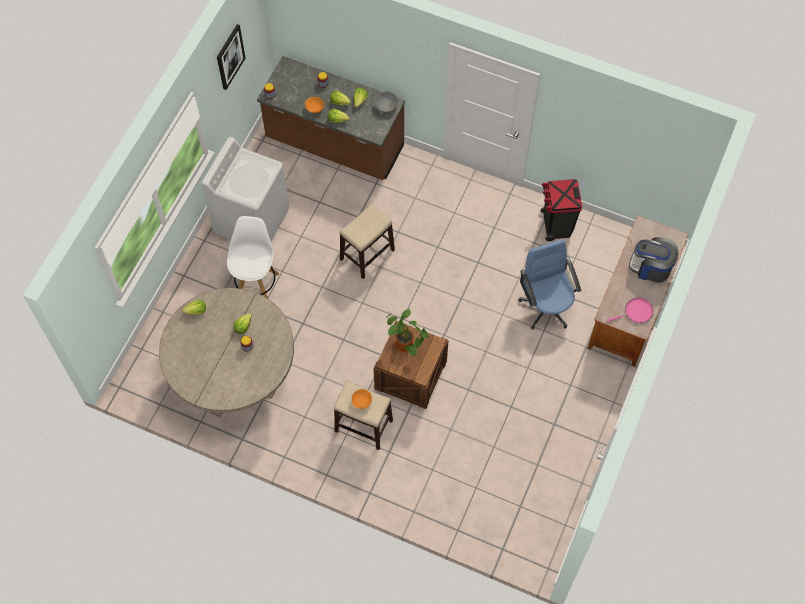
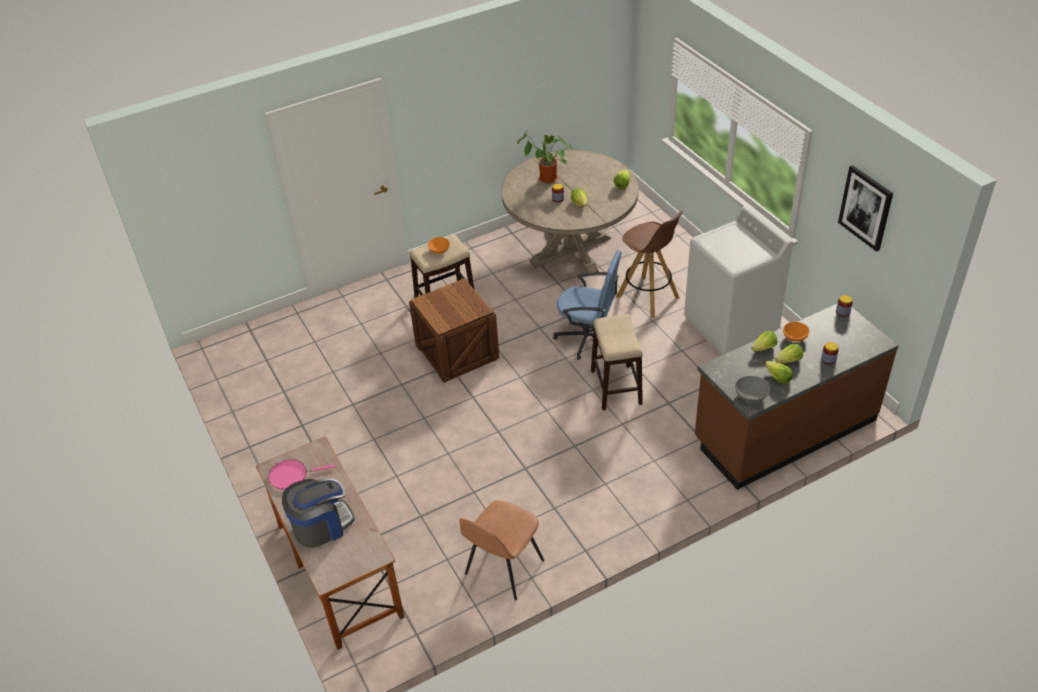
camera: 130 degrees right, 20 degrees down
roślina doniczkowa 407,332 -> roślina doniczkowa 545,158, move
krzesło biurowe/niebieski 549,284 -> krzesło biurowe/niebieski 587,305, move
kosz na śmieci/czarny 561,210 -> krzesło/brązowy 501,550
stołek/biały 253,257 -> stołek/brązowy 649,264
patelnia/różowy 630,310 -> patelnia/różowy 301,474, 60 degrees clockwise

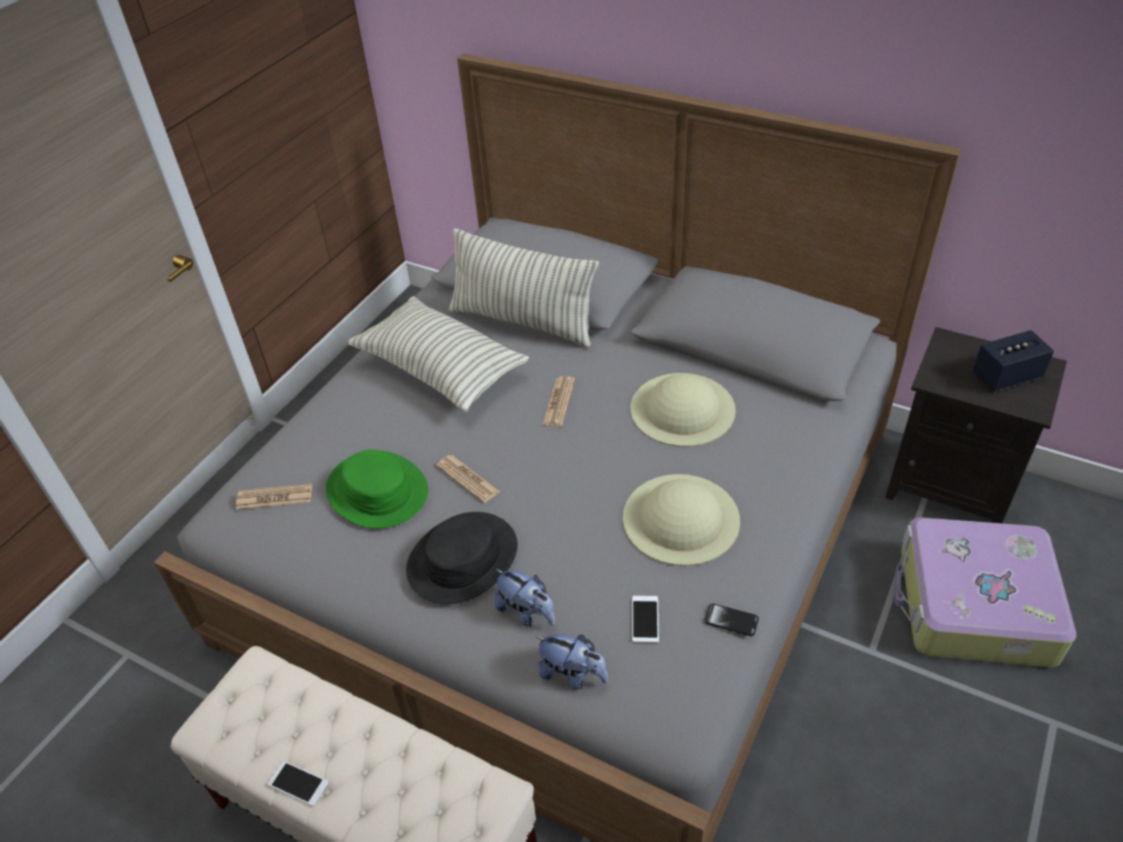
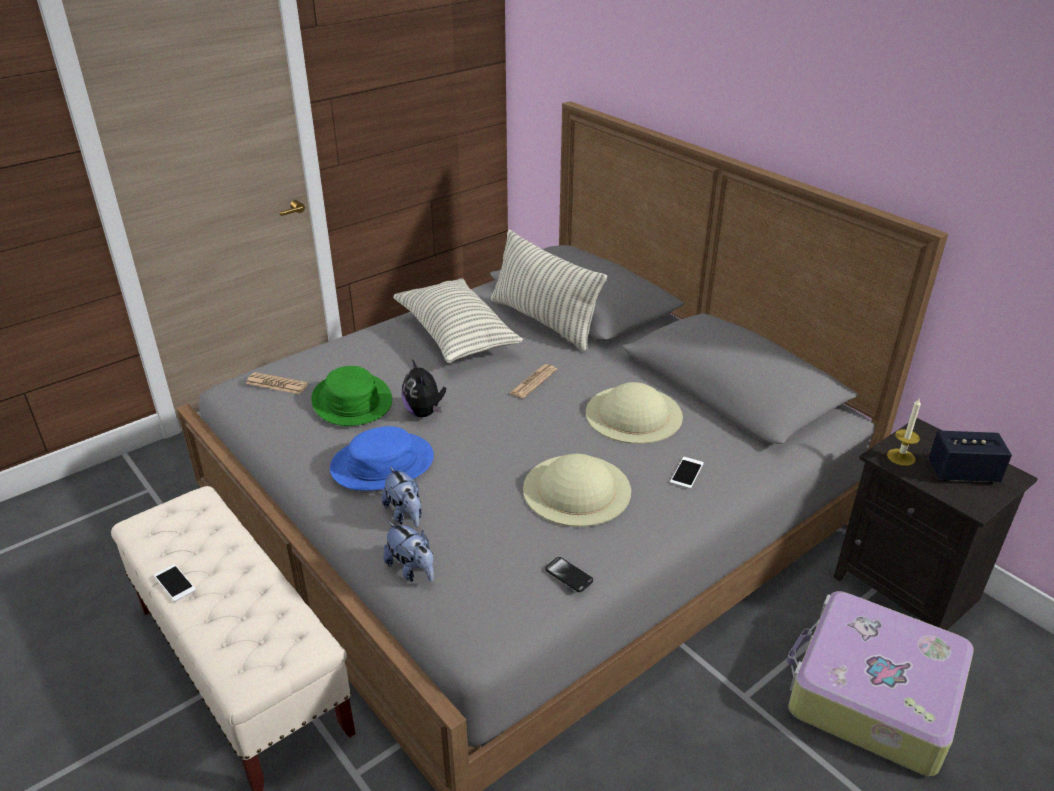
camera: 20 degrees right, 10 degrees down
none -> świeca 904,432
telefon 645,619 -> telefon 687,473, move
gazeta 468,479 -> pluszak 424,388
kapelusz/czarny 462,558 -> kapelusz/niebieski 382,458

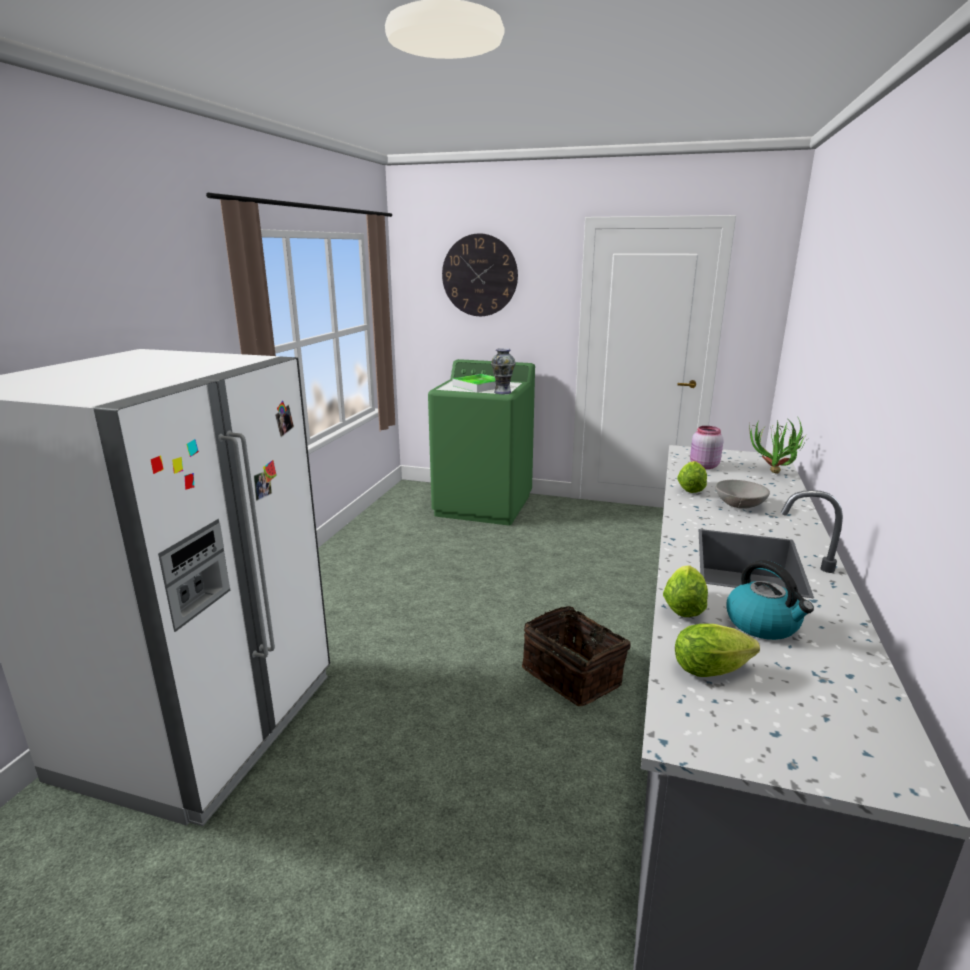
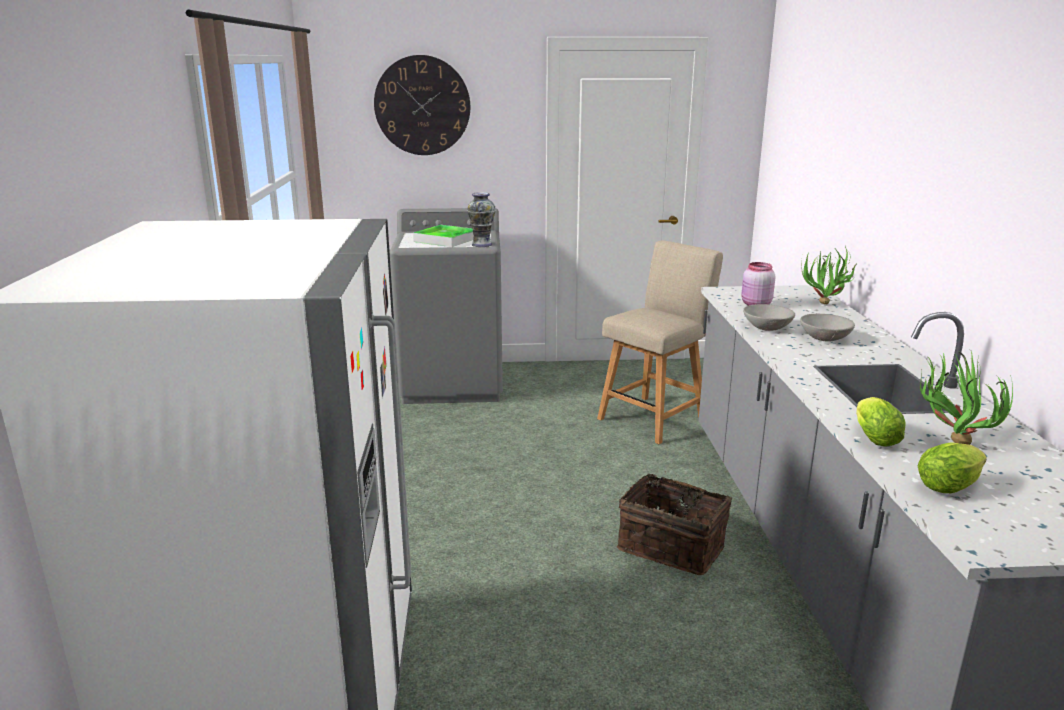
camera: 20 degrees left, 0 degrees up
none -> krzesło/beżowy 660,342
sałata 692,477 -> miska/szary 769,317
czajnik 770,600 -> roślina doniczkowa 966,398
pralka/zielony 481,442 -> pralka/szary 446,306

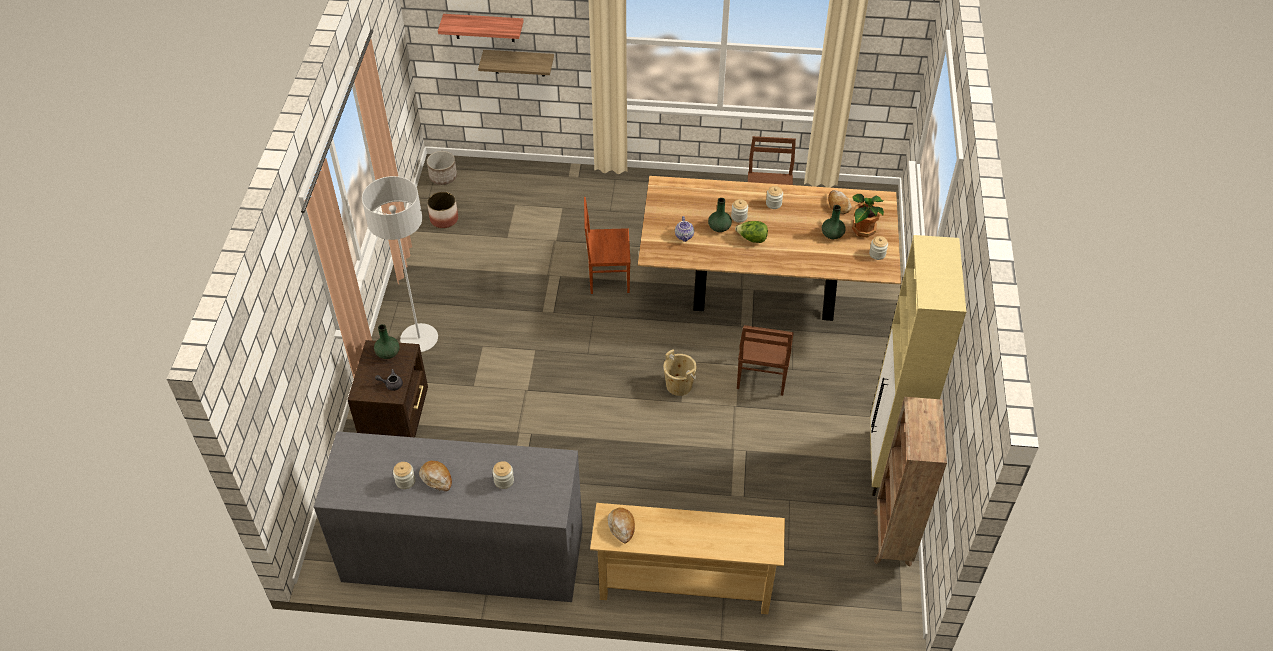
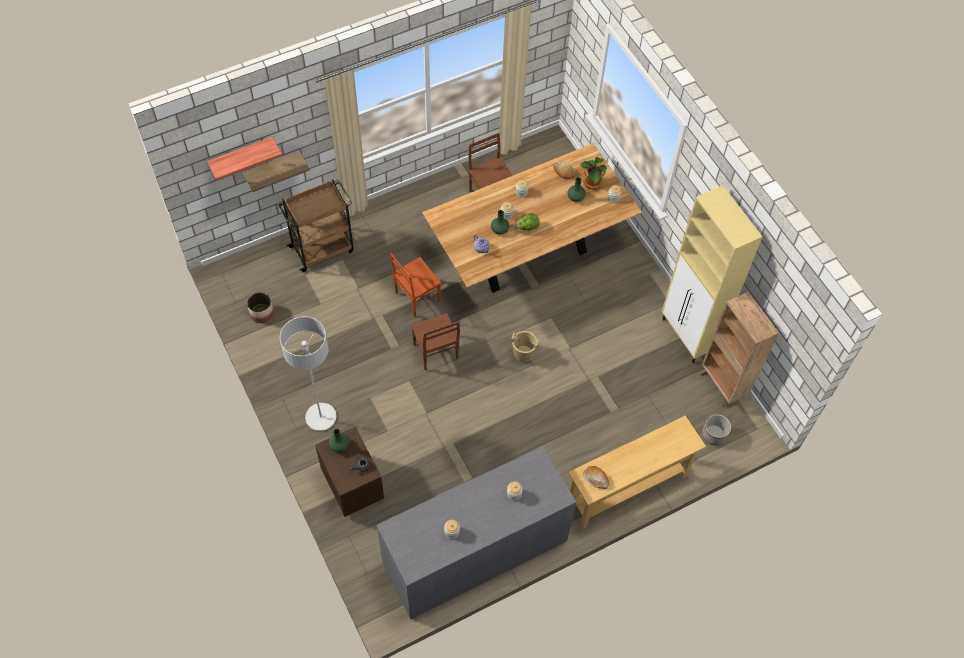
camera: 35 degrees left, 10 degrees up
chleb 435,476 -> none
none -> wózek/brązowy 316,225
donica 442,168 -> donica 716,430, move
krzesło/brązowy 765,360 -> krzesło/brązowy 435,341, move

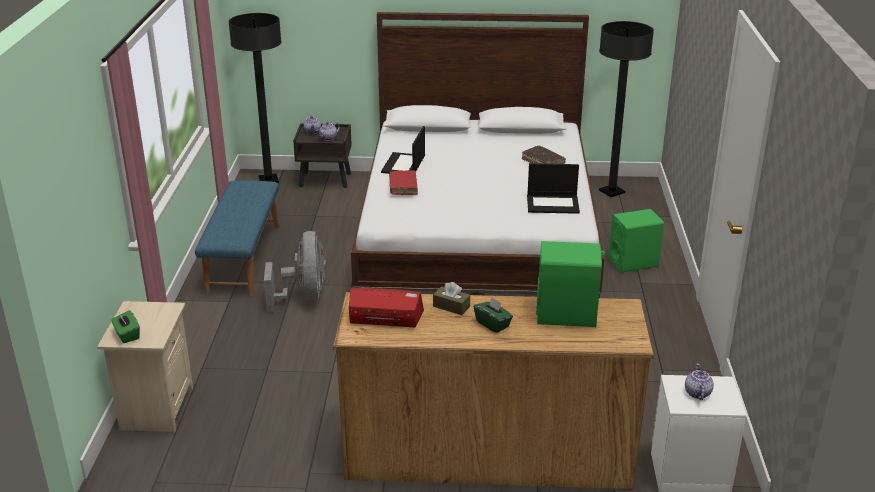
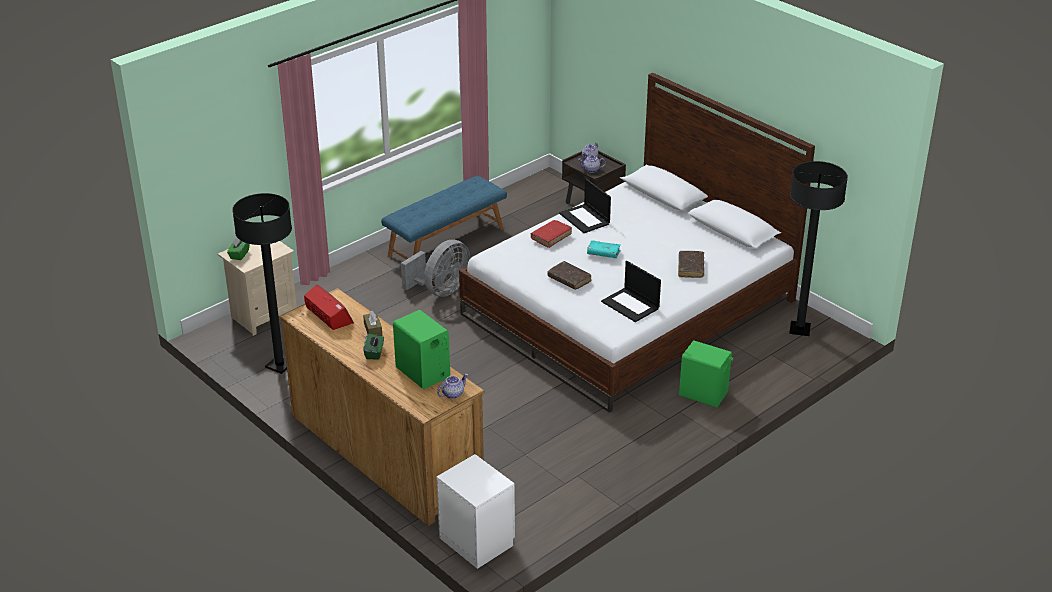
camera: 45 degrees right, 5 degrees up
none -> książka/brązowy 569,275
none -> książka/turkusowy 604,249
lampa stojąca/czarny 255,98 -> lampa stojąca/czarny 262,283, move
imbryk 699,381 -> imbryk 452,386, move
laptop 403,150 -> laptop 585,205, 90 degrees counterclockwise

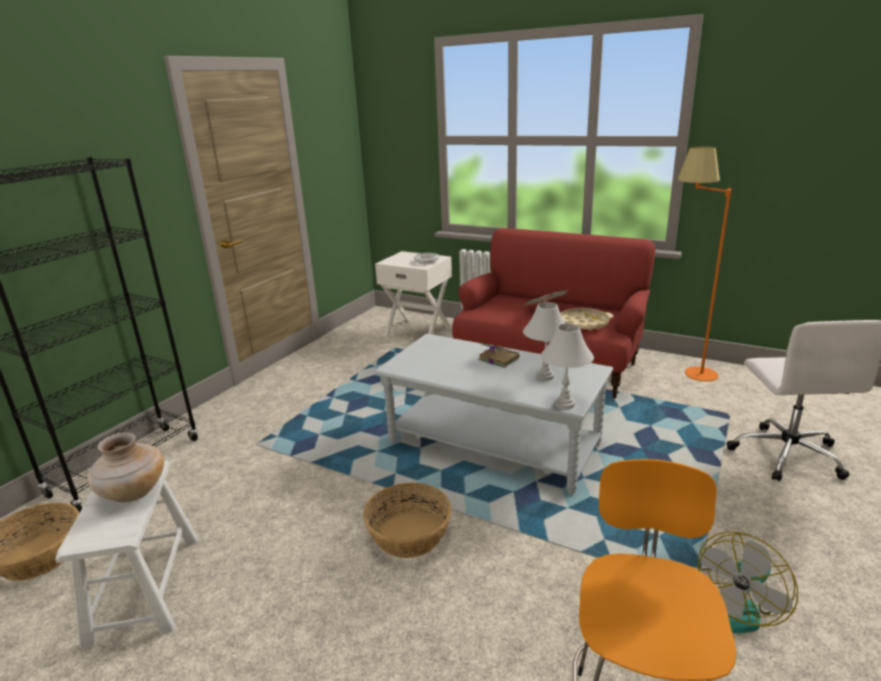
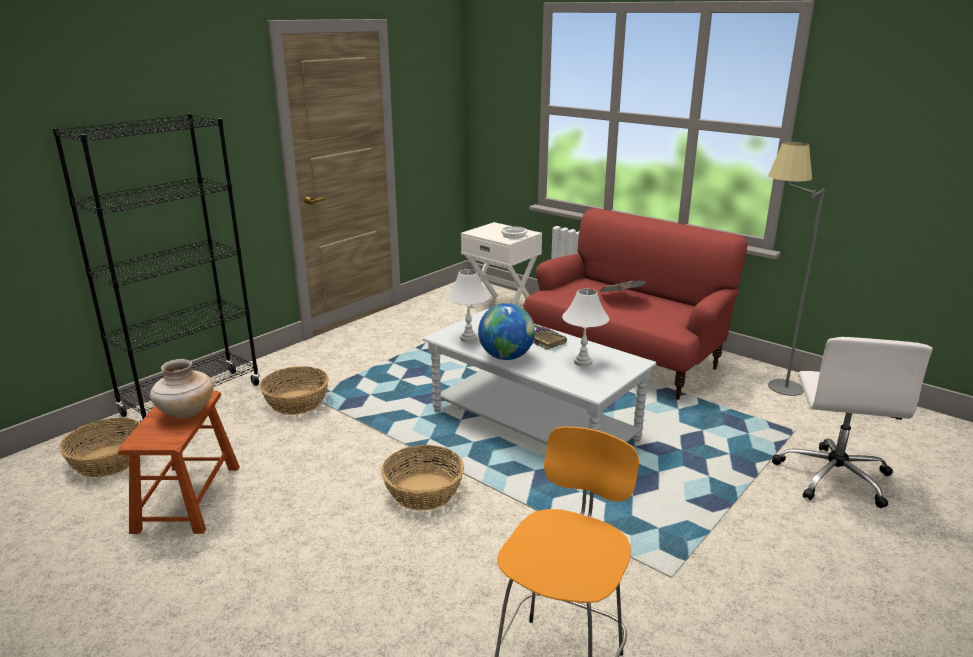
camera: 10 degrees right, 0 degrees up
taca/beżowy 587,319 -> none
wentylator 748,582 -> none
none -> koszyk 294,390
none -> globus 506,331
lampa stołowa/biały 567,366 -> lampa stołowa/biały 468,305, move
stołek/biały 126,555 -> stołek/brązowy 179,462
lampa stojąca/pomarańczowy 705,264 -> lampa stojąca/szary 796,269

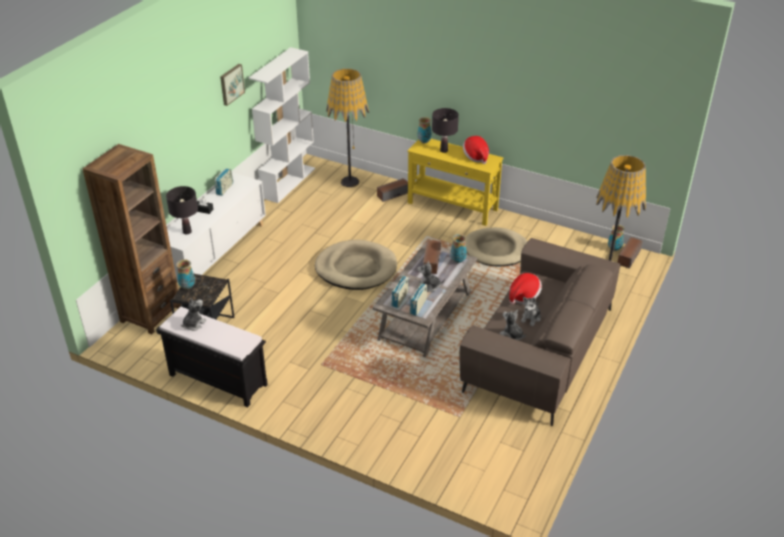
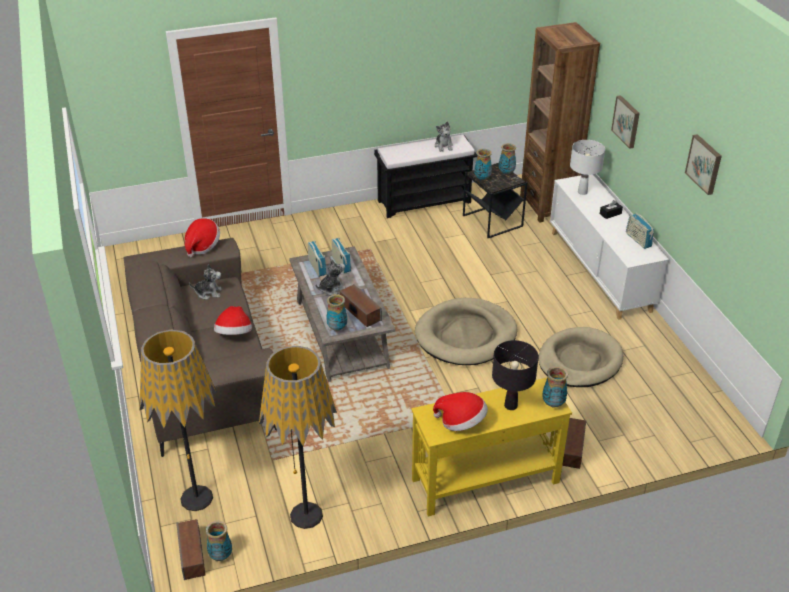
camera: 135 degrees right, 0 degrees up
regał/biały 282,125 -> none
pluszak 531,311 -> none
none -> kapelusz 202,237
none -> wazon 483,165
none -> obraz 625,122
lampa stojąca 347,127 -> lampa stojąca 298,437, move
legowisko/beżowy 496,247 -> legowisko/beżowy 580,357, move
lampa stołowa/czarny 182,210 -> lampa stołowa/biały 587,167

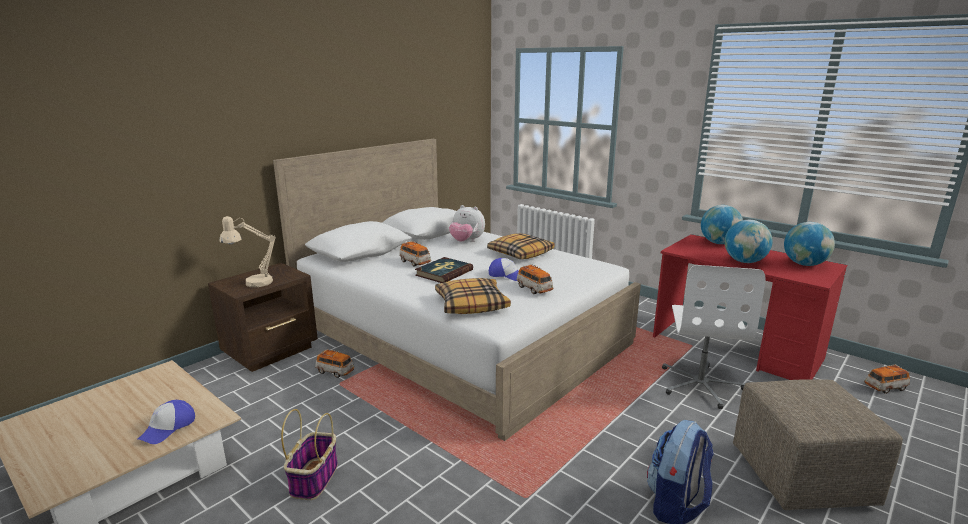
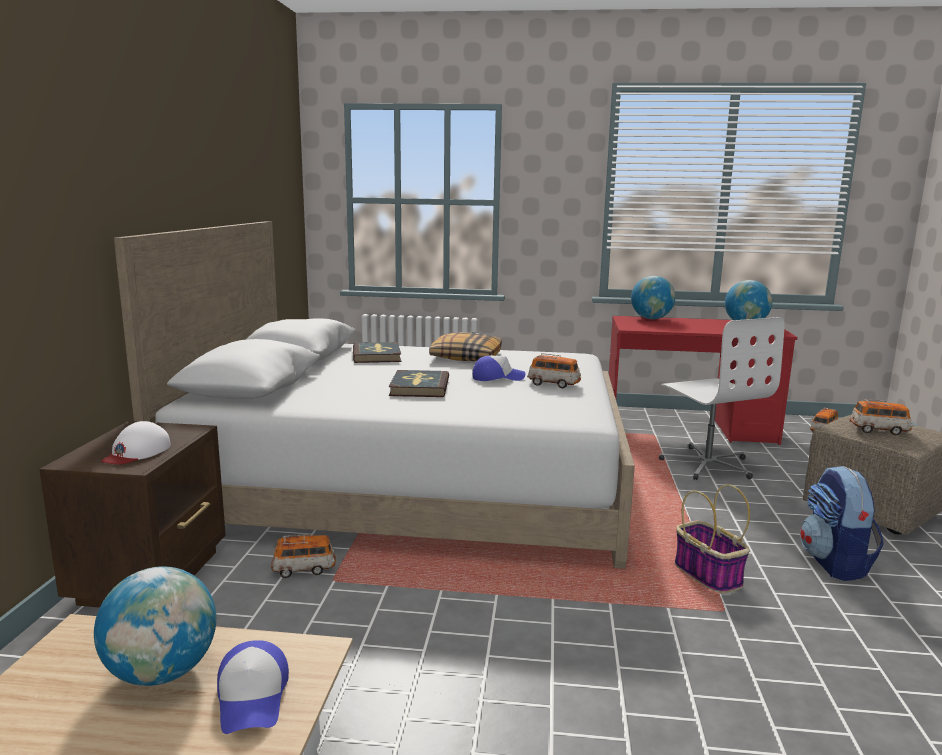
camera: 35 degrees left, 5 degrees down
poduszka 473,296 -> none
koszyk 309,454 -> koszyk 712,539, move
samochodzik 415,254 -> samochodzik 881,417, move
globus 749,241 -> globus 155,626, move
lampa stołowa/beżowy 247,251 -> czapka z daszkiem/biały 136,442
pluszak 467,223 -> książka 377,352

